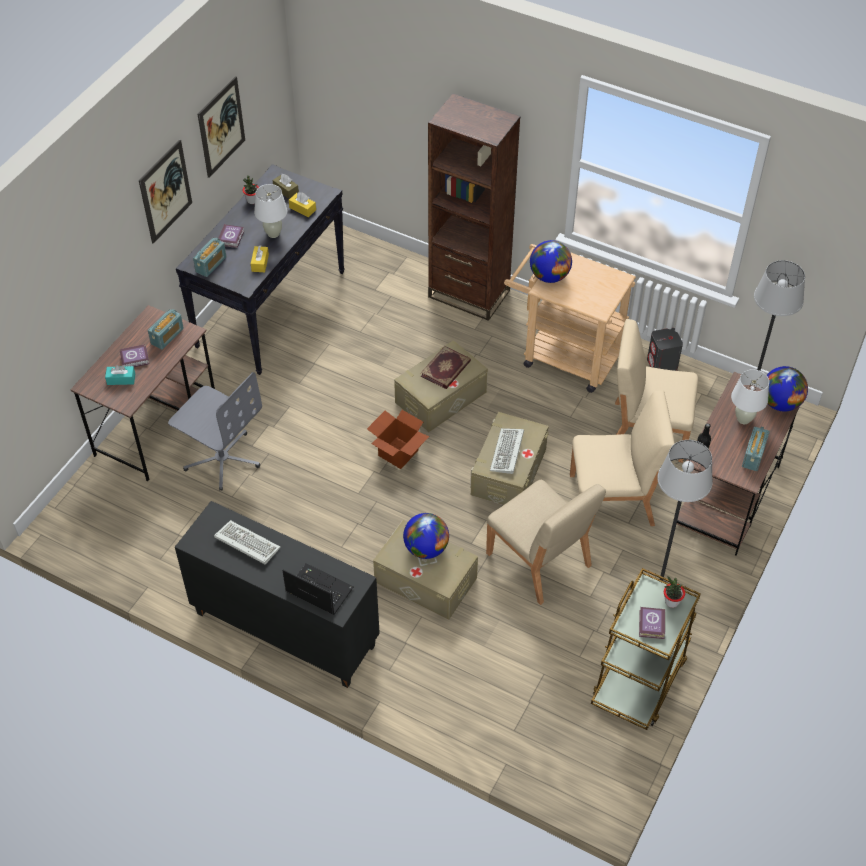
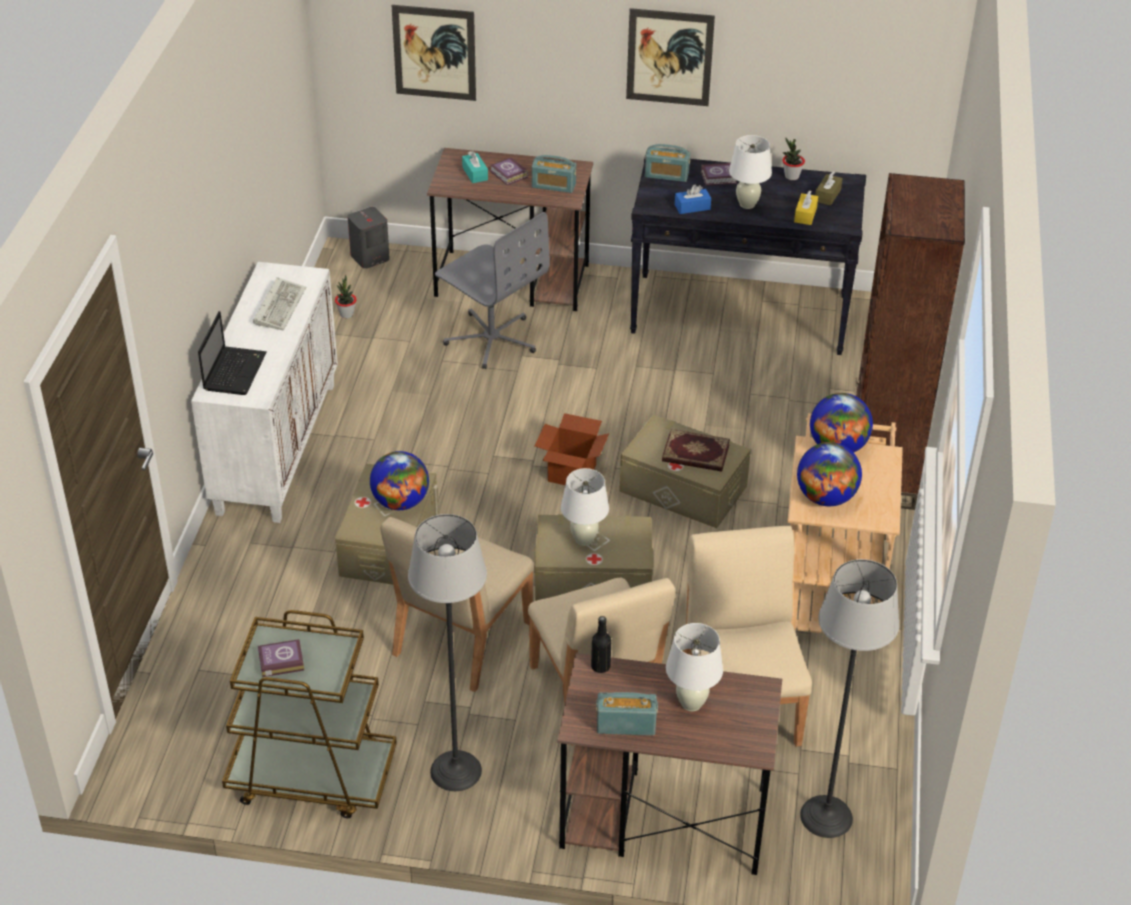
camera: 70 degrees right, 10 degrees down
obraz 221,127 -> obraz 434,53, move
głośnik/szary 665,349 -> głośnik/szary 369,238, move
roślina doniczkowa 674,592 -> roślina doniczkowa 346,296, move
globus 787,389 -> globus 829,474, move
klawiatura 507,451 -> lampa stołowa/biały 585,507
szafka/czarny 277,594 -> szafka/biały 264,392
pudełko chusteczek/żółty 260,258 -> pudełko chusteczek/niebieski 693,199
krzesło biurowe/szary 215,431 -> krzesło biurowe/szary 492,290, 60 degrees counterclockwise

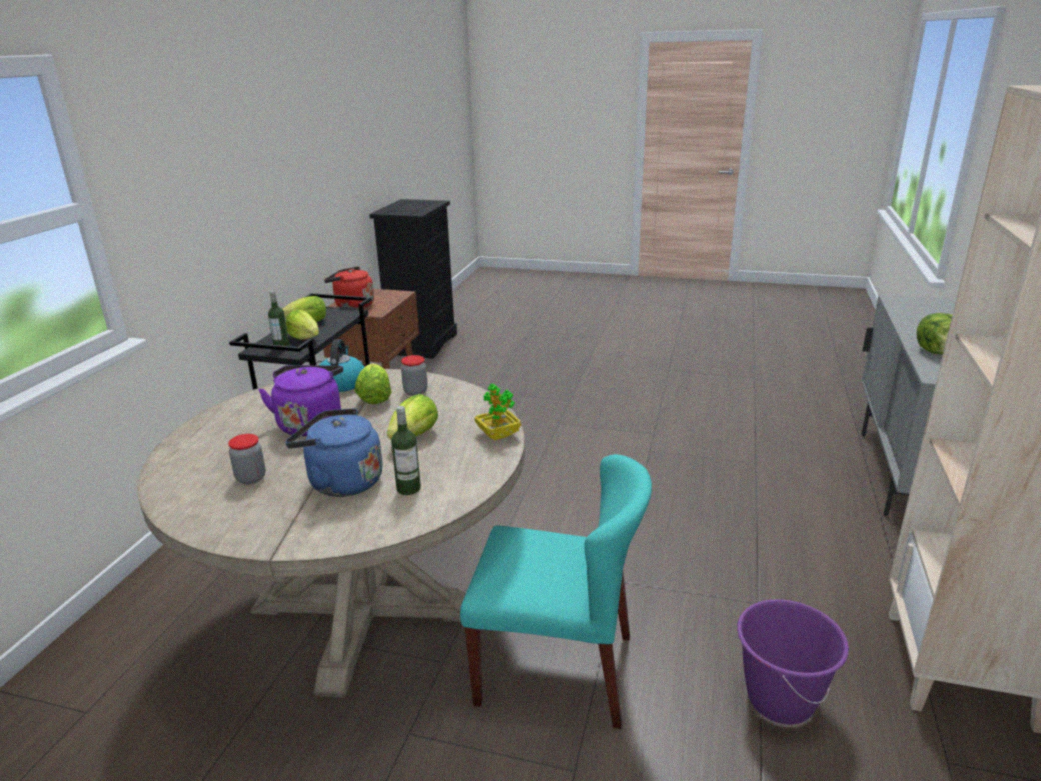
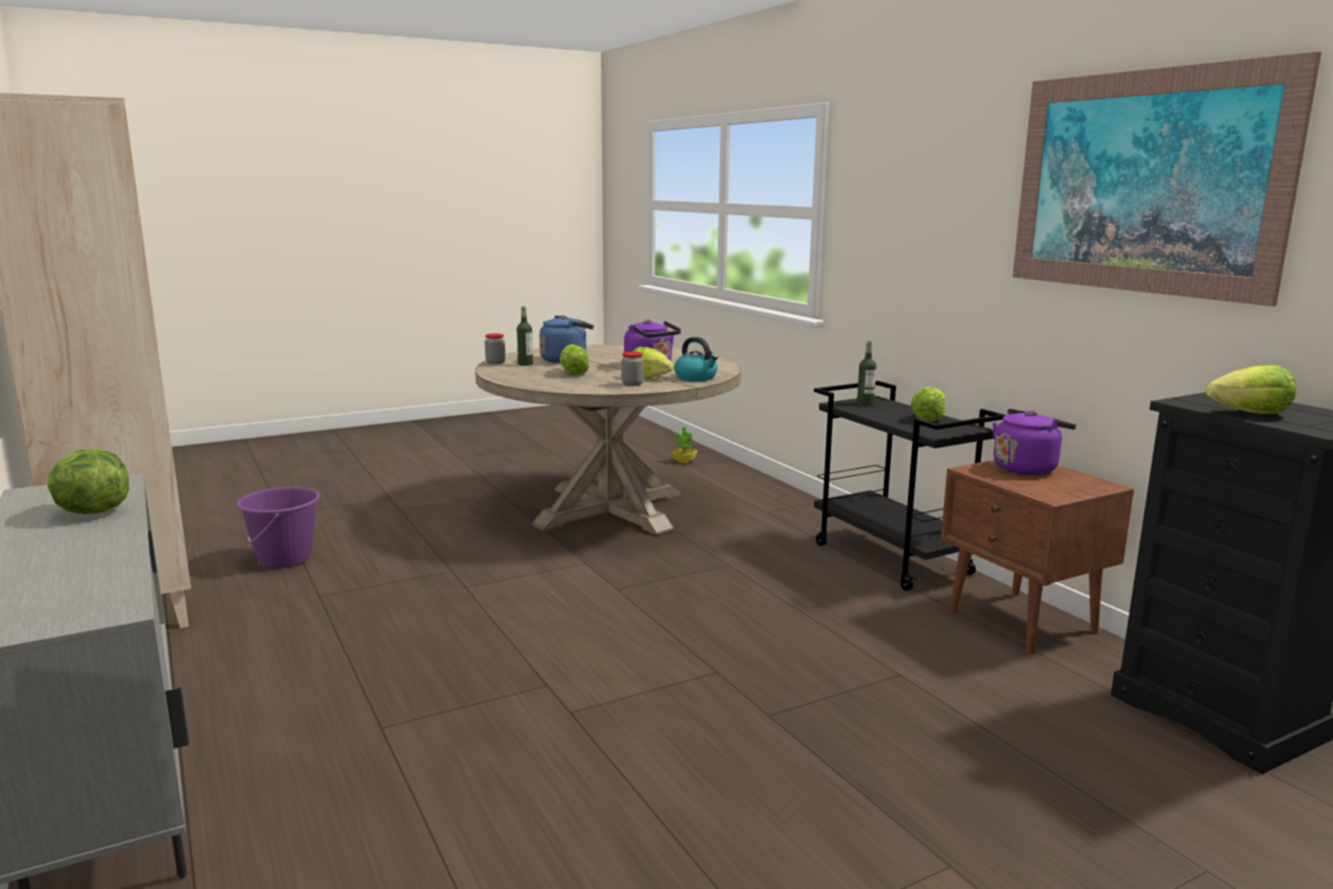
camera: 135 degrees right, 10 degrees down
krzesło/turkusowy 556,591 -> none
none -> obraz 1167,178
słoik 247,459 -> słoik 495,348, move
sałata 302,324 -> sałata 1251,389, move
roślina doniczkowa 498,411 -> roślina doniczkowa 685,445, move
czajnik/czerwony 349,287 -> czajnik/fioletowy 1034,442

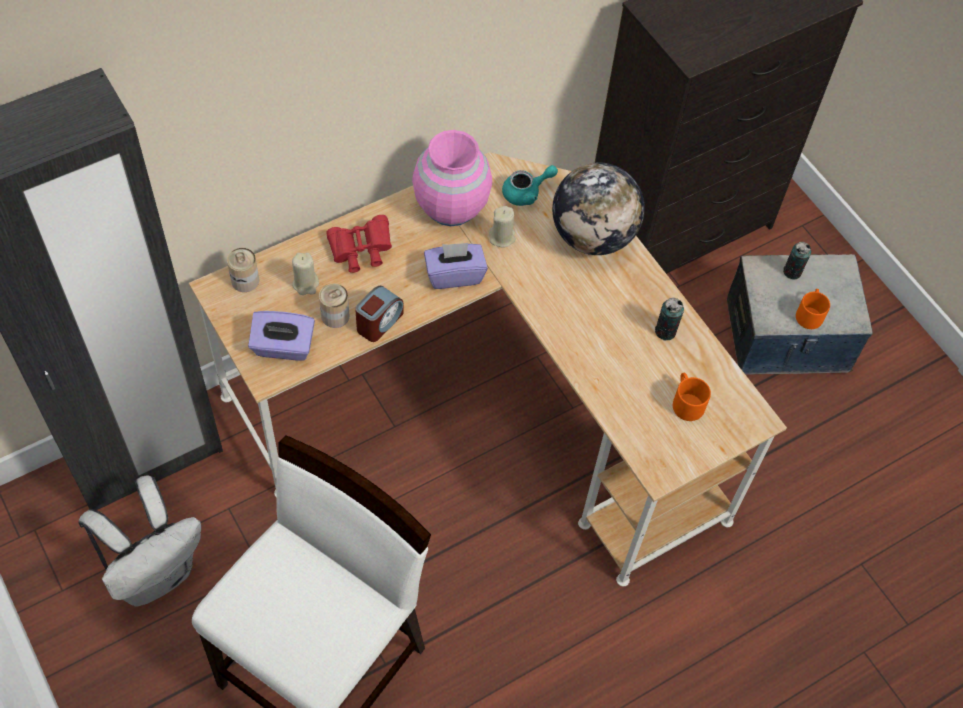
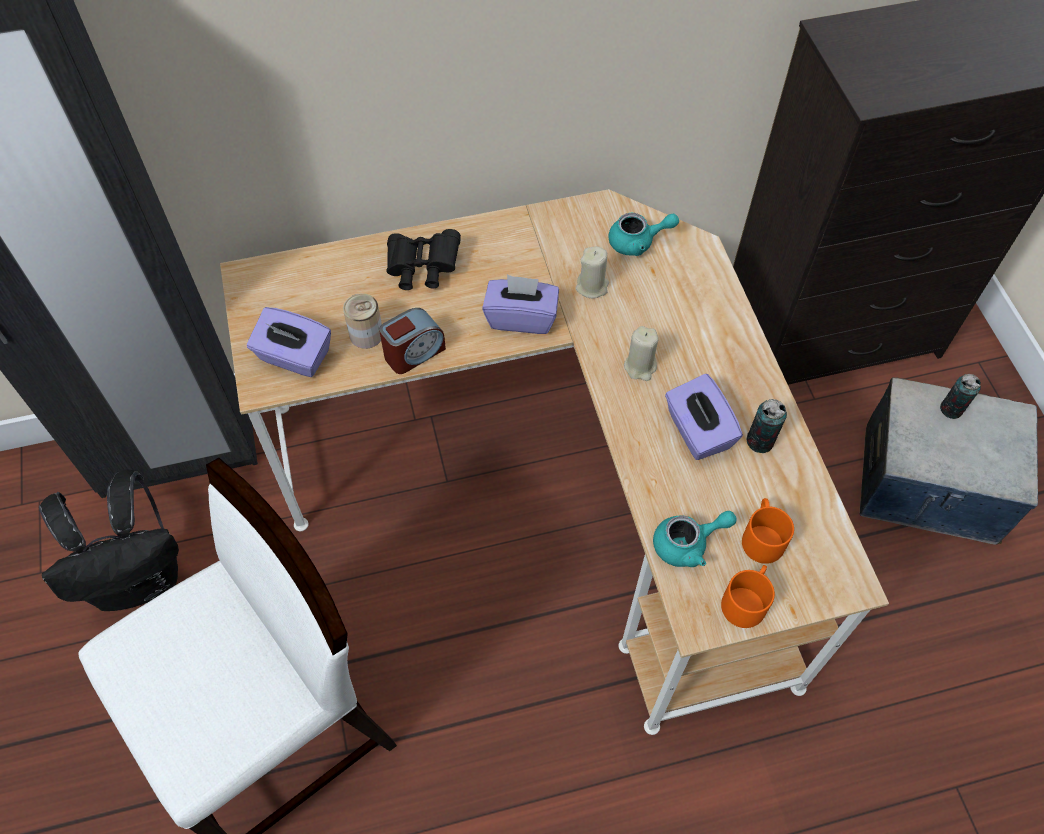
camera: 20 degrees right, 0 degrees up
puszka 243,270 -> none
wazon/różowy 452,178 -> none
globus 598,208 -> none
none -> imbryk/turkusowy 695,539
none -> pudełko chusteczek/fioletowy 704,416
świeca/beżowy 305,274 -> świeca/beżowy 641,353, move
kubek/pomarańczowy 813,309 -> kubek/pomarańczowy 748,596, move
plecak/biały 140,541 -> plecak/czarny 109,540
lornetka/czerwony 359,244 -> lornetka/czarny 423,259

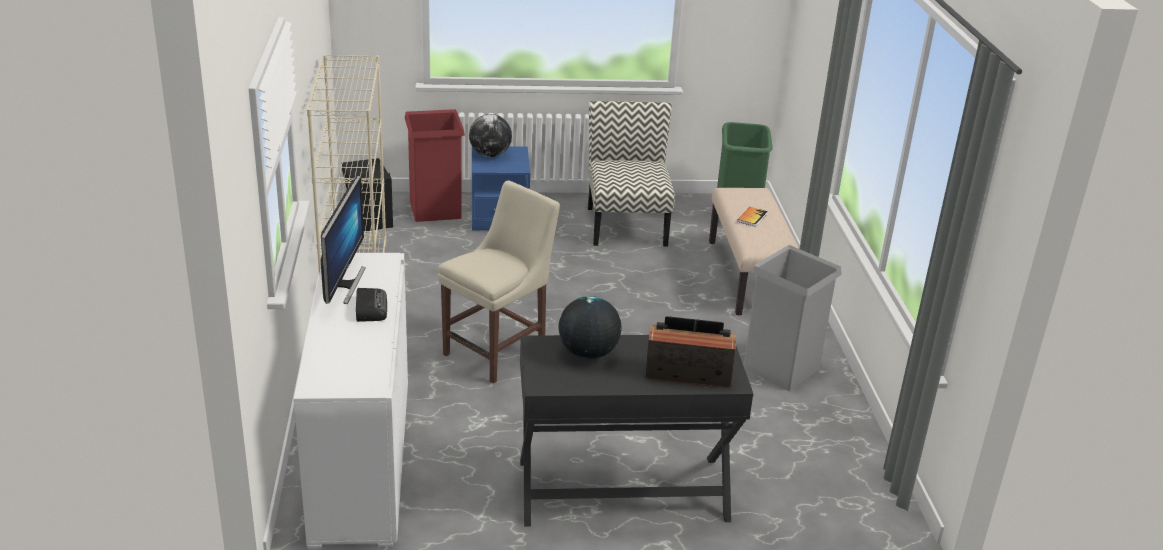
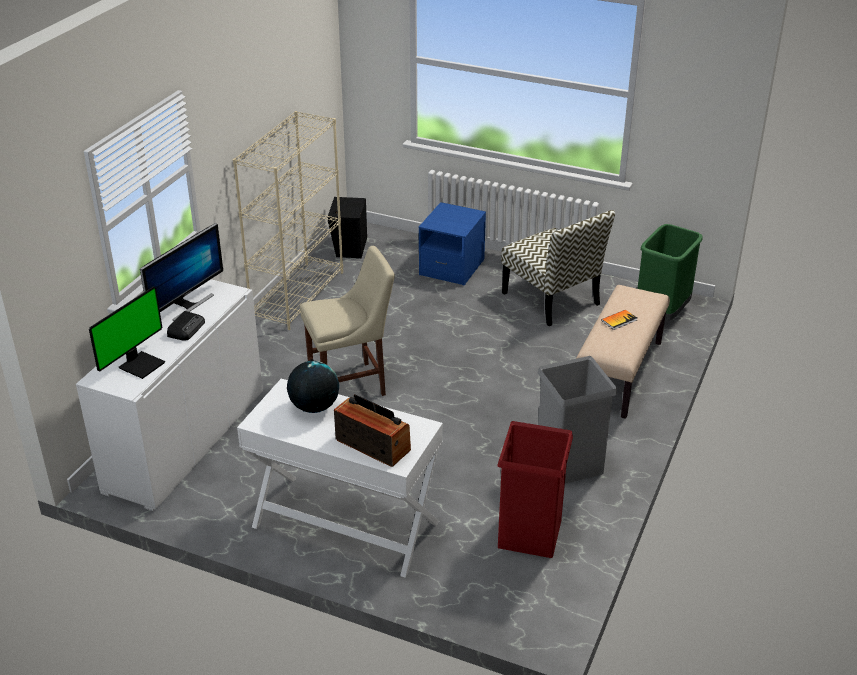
camera: 30 degrees right, 5 degrees up
globus 490,135 -> none
none -> monitor 127,332
kosz na śmieci/czerwony 435,165 -> kosz na śmieci/czerwony 535,489, move
biurko/czarny 636,431 -> biurko/biały 340,478
krzesło 631,174 -> krzesło 558,268, 120 degrees clockwise

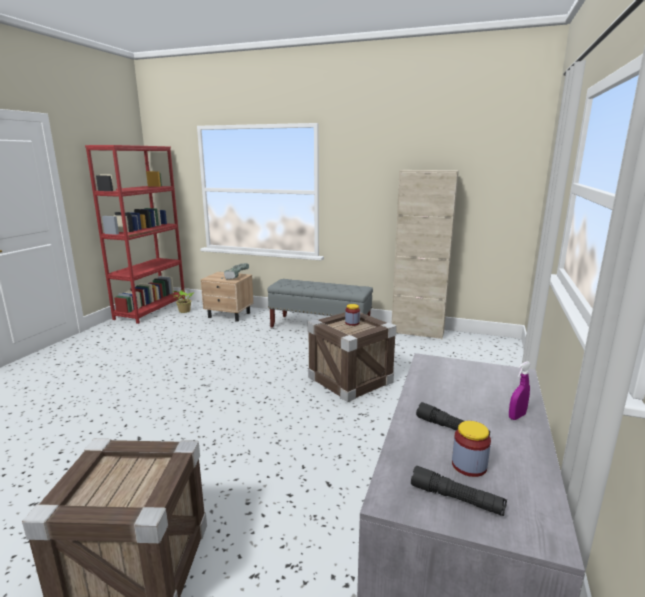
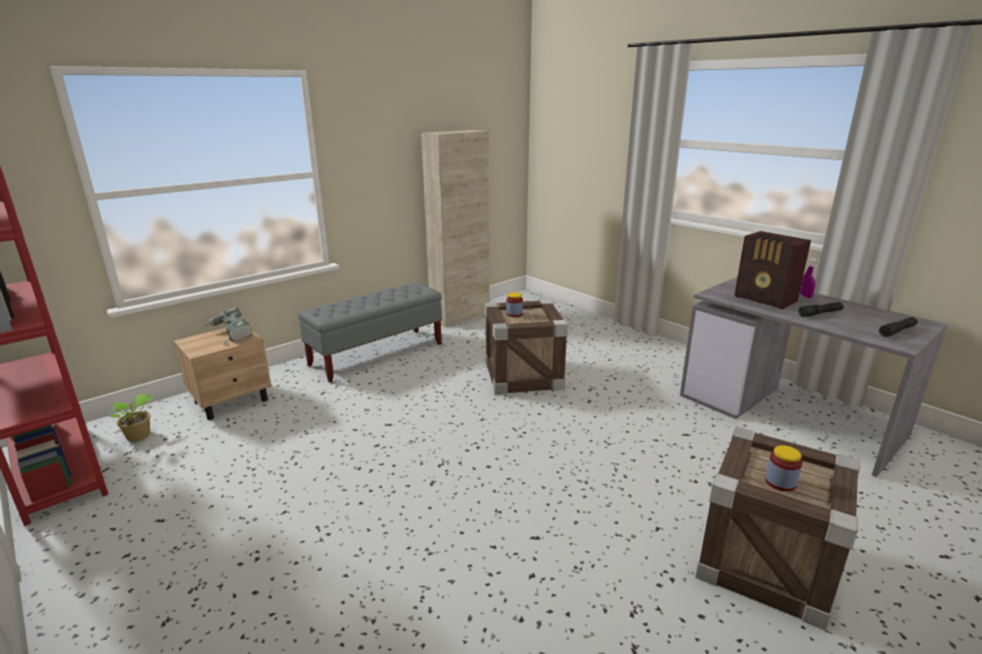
camera: 60 degrees left, 5 degrees up
none -> radio 773,270
słoik 471,449 -> słoik 783,468, move

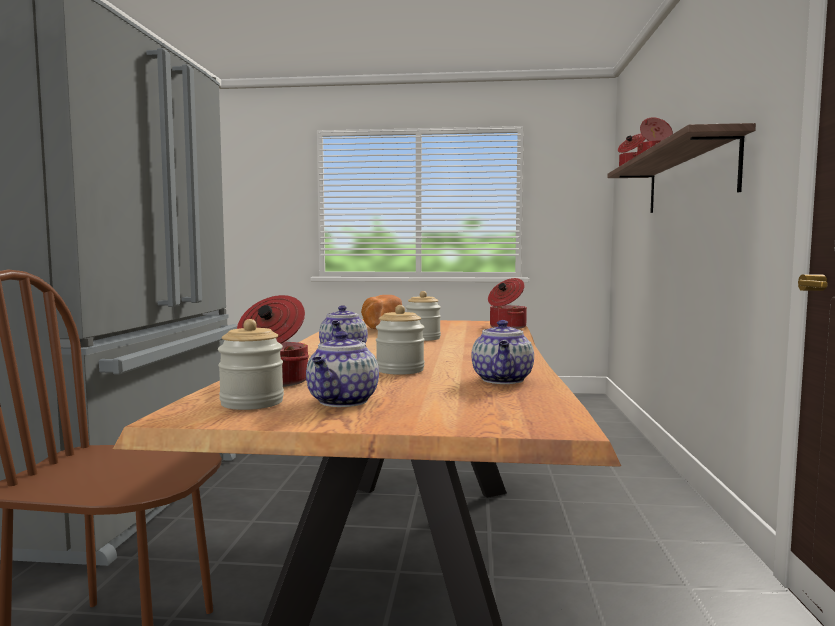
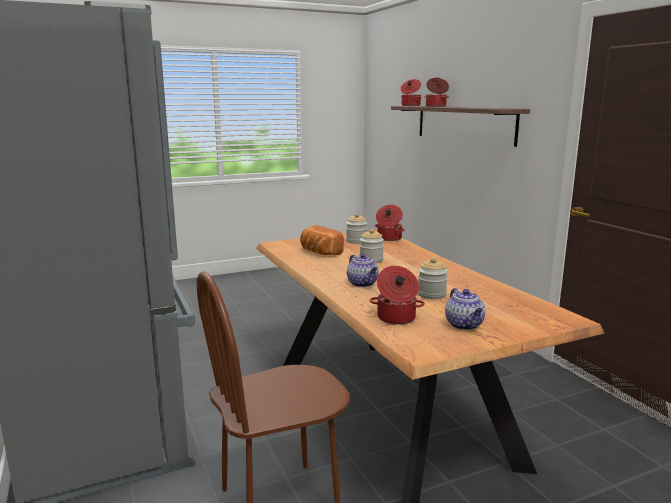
camera: 30 degrees left, 10 degrees up
imbryk 502,352 -> none
słoik 251,364 -> słoik 356,229, move

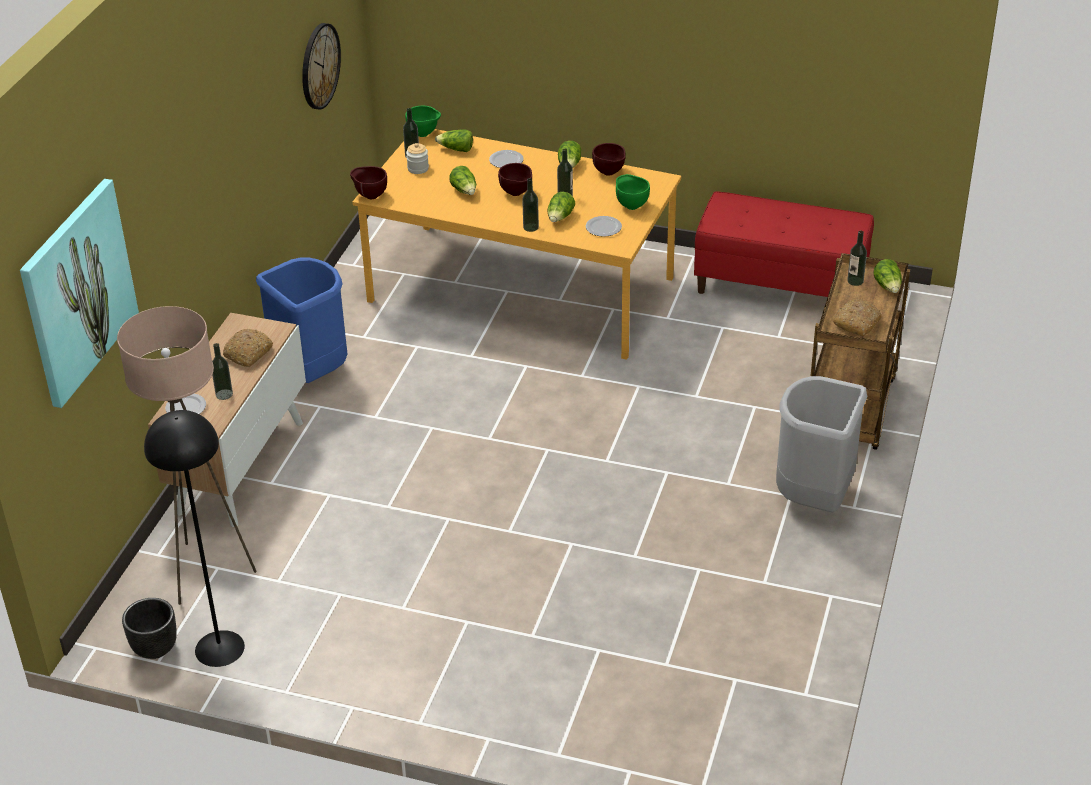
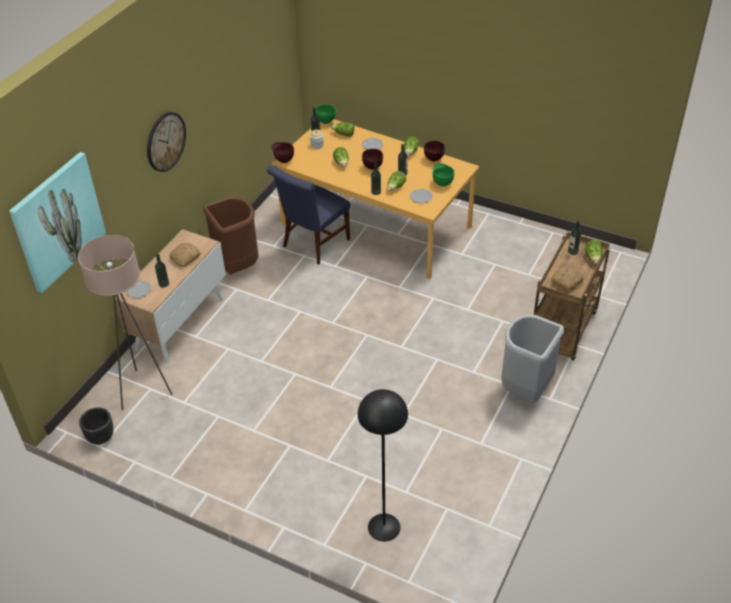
camera: 10 degrees right, 5 degrees up
ławka/czerwony 784,244 -> none
none -> krzesło/niebieski 308,214
lampa stojąca/czarny 194,538 -> lampa stojąca/czarny 383,465, move
zegar ścienny 321,66 -> zegar ścienny 166,142, move
kosz na śmieci/niebieski 301,320 -> kosz na śmieci/brązowy 231,235

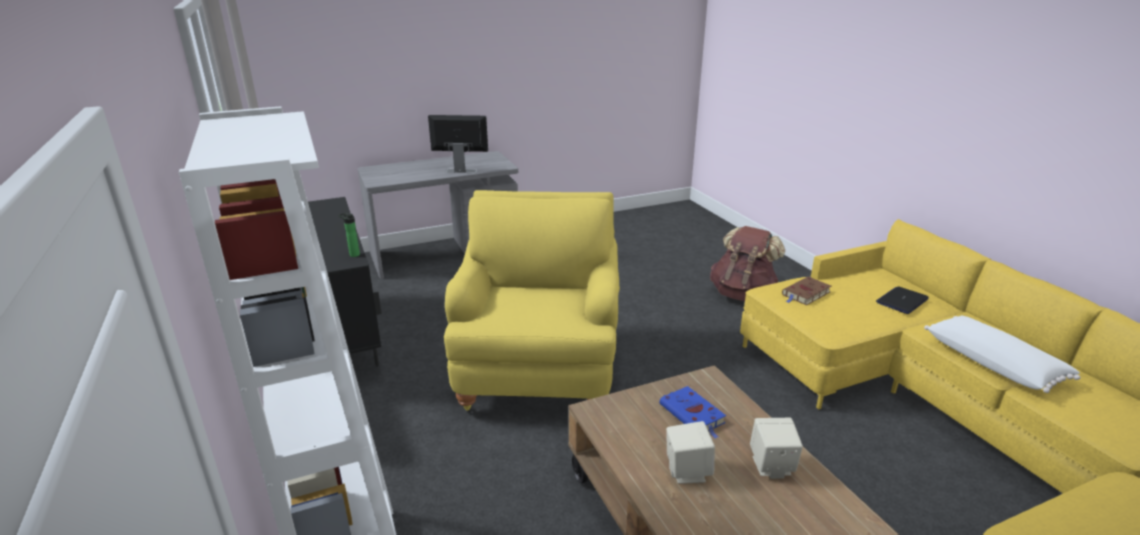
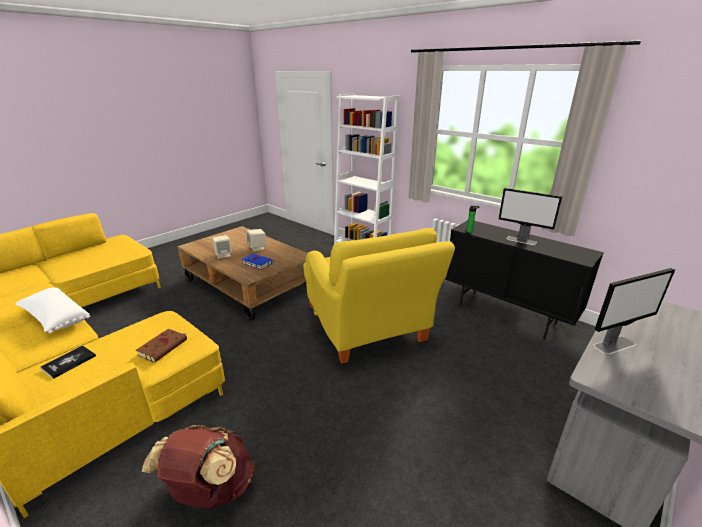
camera: 155 degrees right, 0 degrees up
none -> monitor 530,216
laptop 902,300 -> książka 68,362

